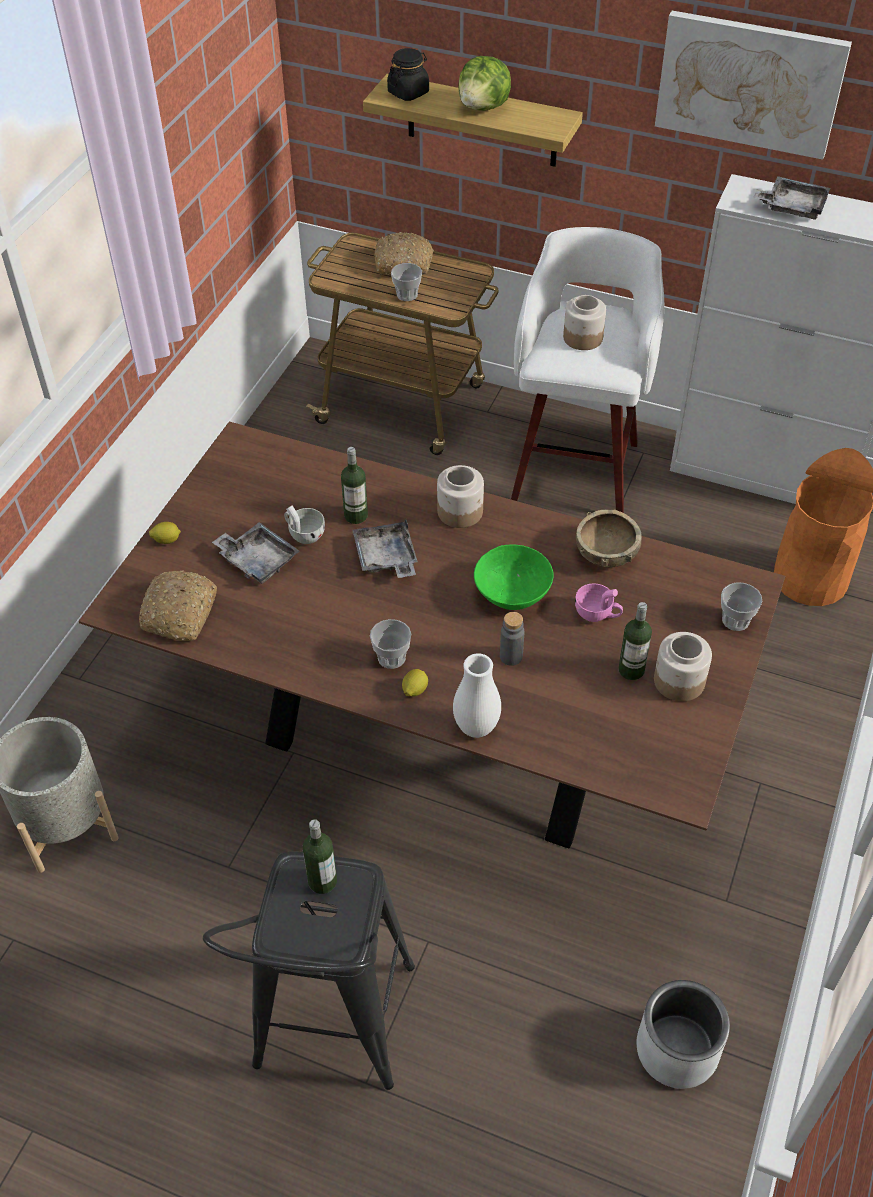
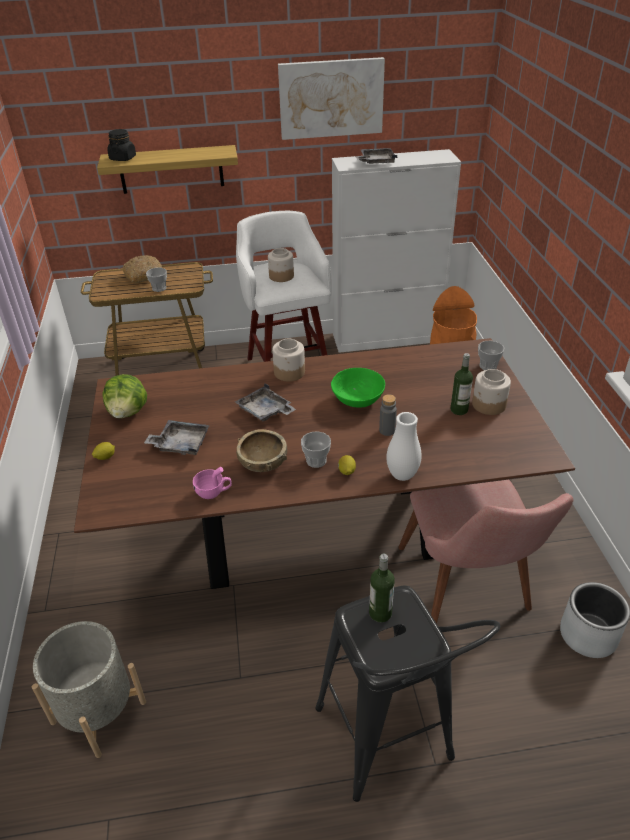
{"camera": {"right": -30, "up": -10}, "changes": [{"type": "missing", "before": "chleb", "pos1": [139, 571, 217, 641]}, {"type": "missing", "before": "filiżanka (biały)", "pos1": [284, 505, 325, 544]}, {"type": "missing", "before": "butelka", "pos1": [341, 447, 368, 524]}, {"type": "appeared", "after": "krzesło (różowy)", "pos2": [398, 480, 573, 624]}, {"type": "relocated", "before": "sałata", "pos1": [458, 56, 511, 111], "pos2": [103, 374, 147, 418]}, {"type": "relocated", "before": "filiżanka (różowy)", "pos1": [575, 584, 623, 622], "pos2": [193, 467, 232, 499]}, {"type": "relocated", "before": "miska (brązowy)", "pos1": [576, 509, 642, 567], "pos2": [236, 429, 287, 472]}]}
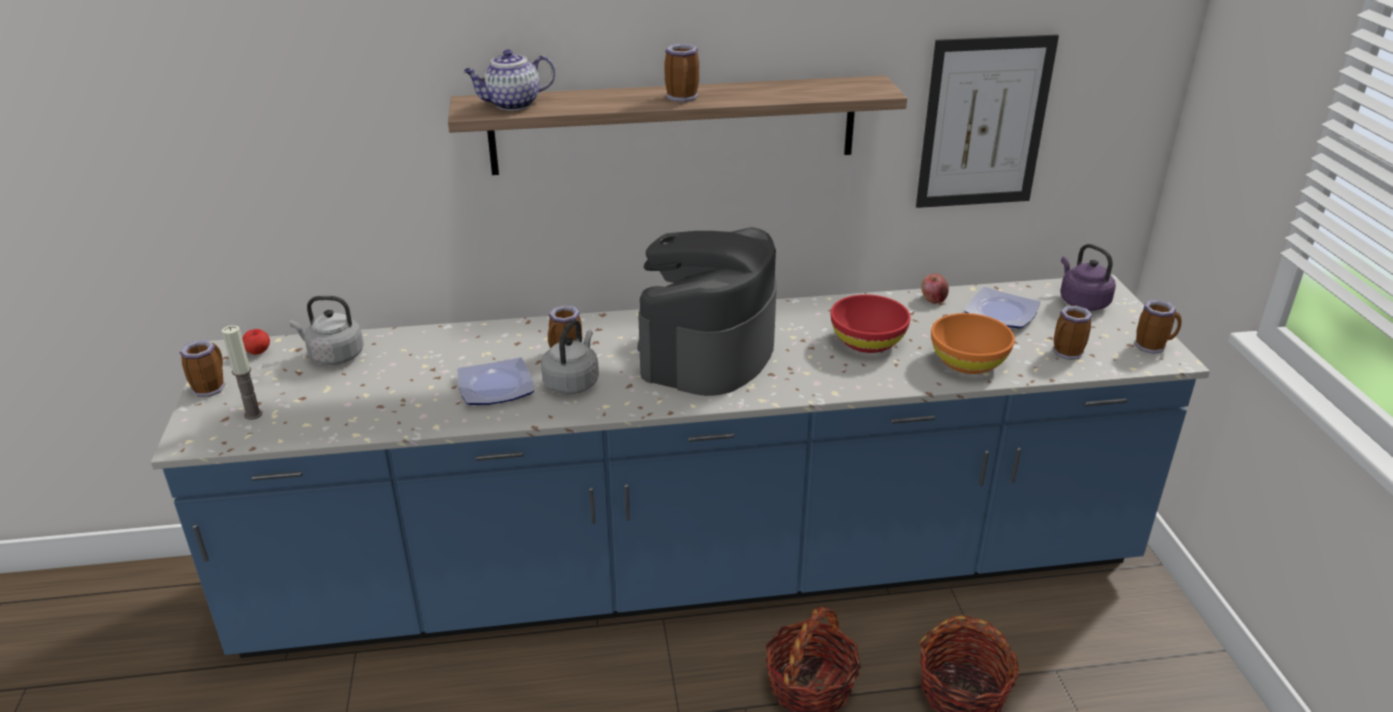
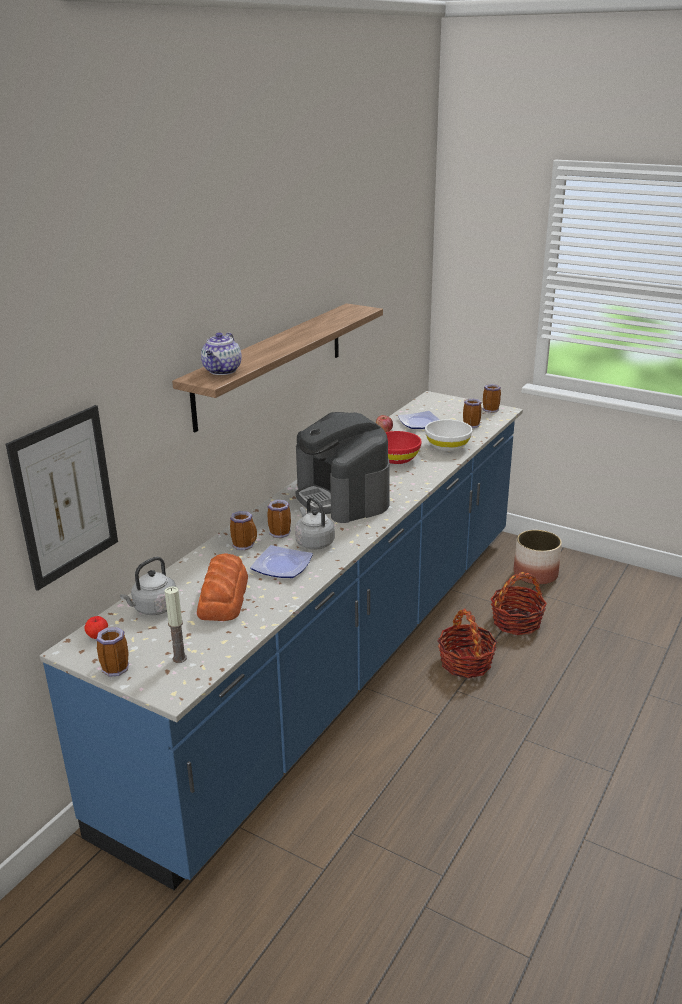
{"camera": {"right": -50, "up": -5}, "changes": [{"type": "missing", "before": "czajnik (fioletowy)", "pos1": [1060, 244, 1116, 311]}, {"type": "appeared", "after": "chleb", "pos2": [197, 553, 248, 621]}, {"type": "appeared", "after": "donica", "pos2": [514, 530, 562, 585]}, {"type": "relocated", "before": "kubek", "pos1": [664, 44, 699, 102], "pos2": [230, 511, 257, 550]}, {"type": "relocated", "before": "obraz", "pos1": [916, 35, 1059, 208], "pos2": [6, 405, 118, 591]}, {"type": "colour", "before": "miska (pomarańczowy)", "after": "miska (biały)", "pos1": [931, 313, 1015, 374], "pos2": [425, 420, 472, 451]}]}
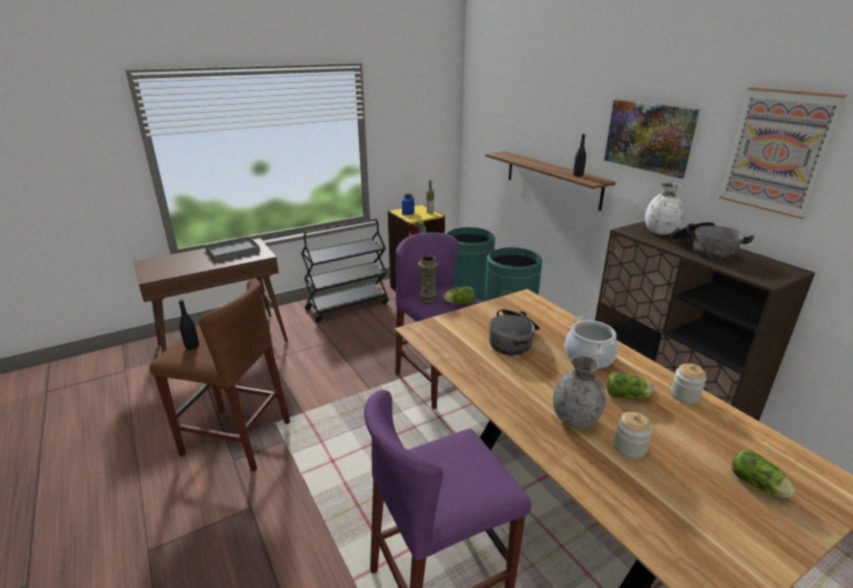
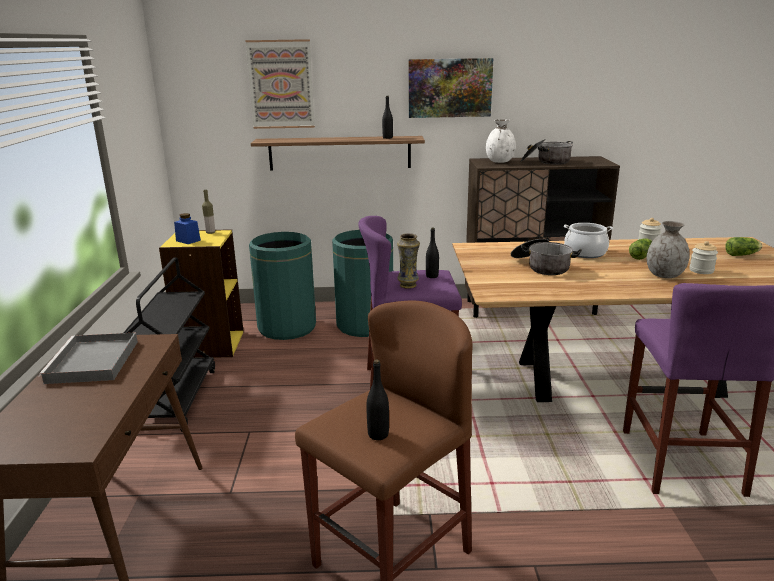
{"camera": {"right": -60, "up": -5}, "changes": [{"type": "relocated", "before": "obraz", "pos1": [719, 87, 847, 219], "pos2": [245, 39, 315, 129]}, {"type": "exchanged", "before": "sałata", "after": "butelka (czarny)", "pos1": [444, 286, 475, 304], "pos2": [426, 228, 439, 278]}]}
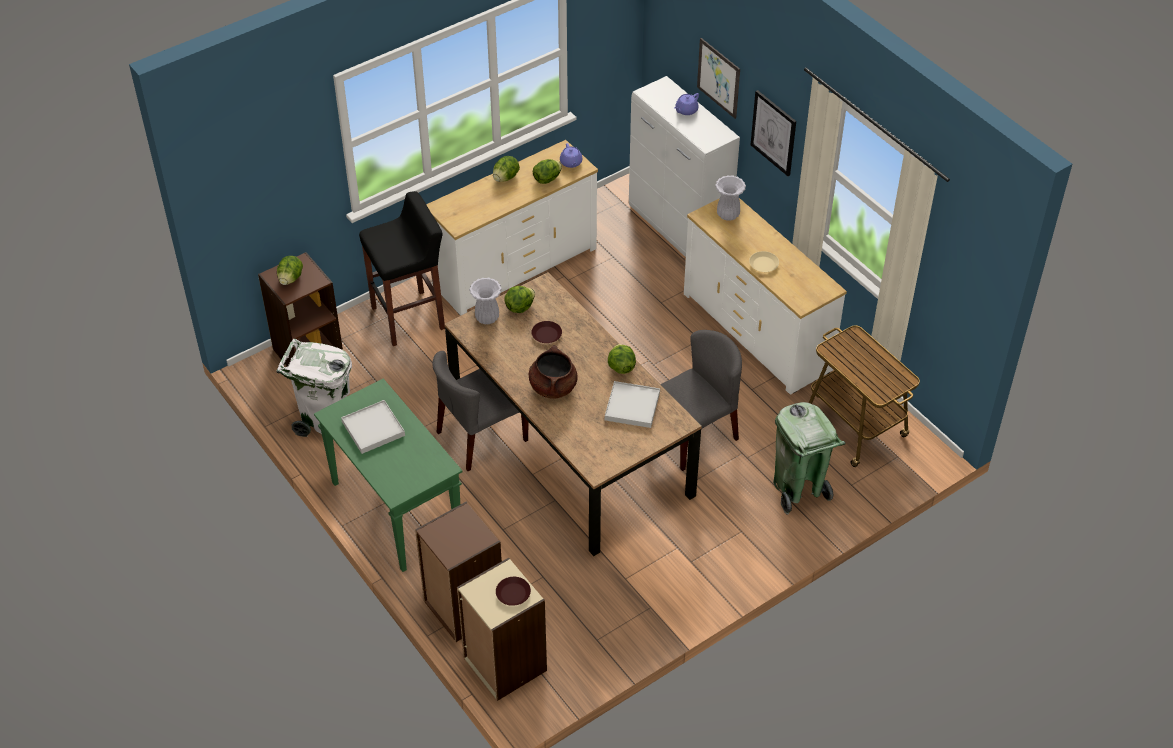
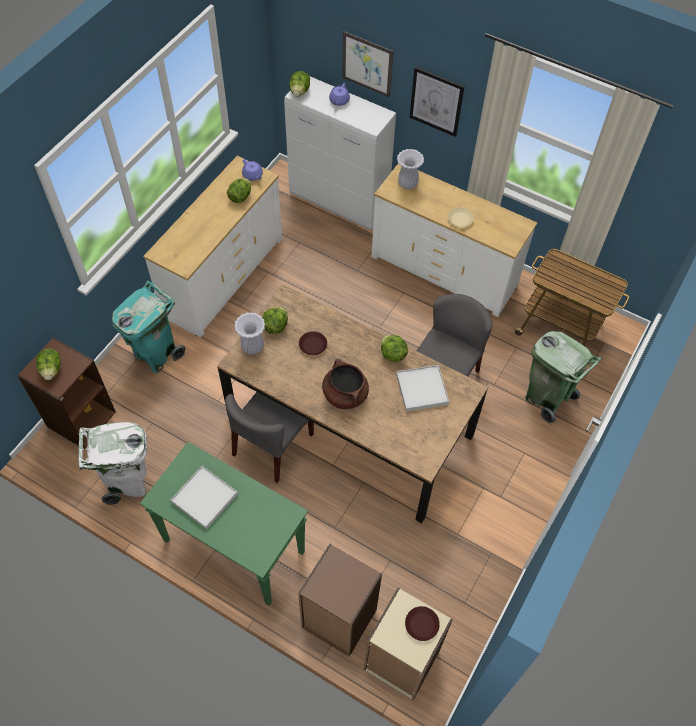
{"camera": {"right": -25, "up": 10}, "changes": [{"type": "relocated", "before": "sałata", "pos1": [493, 156, 520, 182], "pos2": [289, 71, 310, 96]}, {"type": "exchanged", "before": "stołek (czarny)", "after": "kosz na śmieci (turkusowy)", "pos1": [359, 191, 445, 346], "pos2": [112, 280, 185, 373]}]}
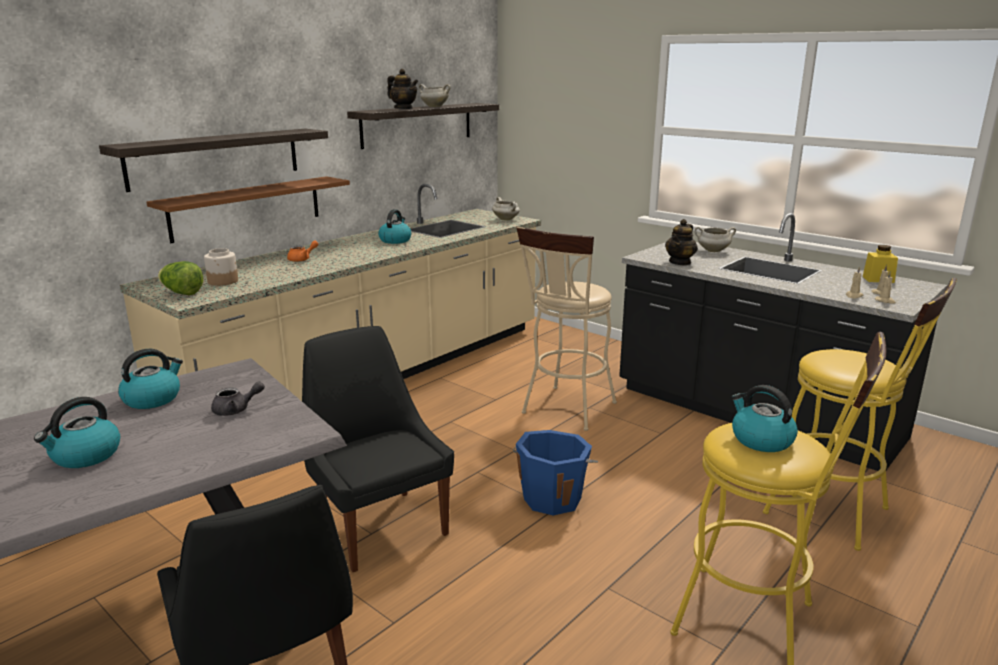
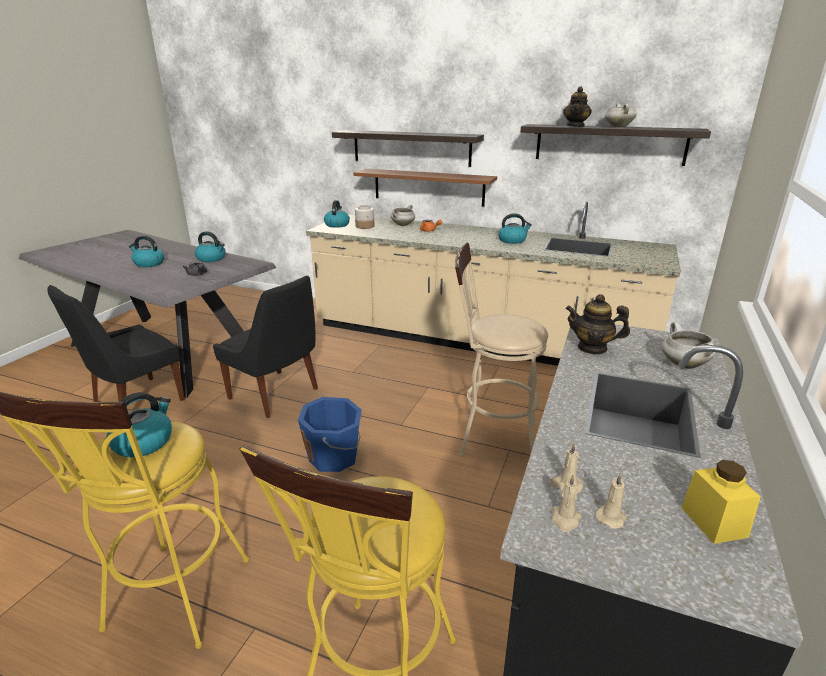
{"camera": {"right": 70, "up": 5}, "changes": [{"type": "relocated", "before": "garnek (biały)", "pos1": [492, 197, 520, 221], "pos2": [391, 205, 415, 226]}, {"type": "exchanged", "before": "sałata", "after": "czajnik", "pos1": [158, 261, 203, 295], "pos2": [324, 200, 350, 228]}, {"type": "spun", "before": "krzesło (czarny)", "pos1": [302, 326, 454, 572], "pos2": [213, 275, 318, 418], "turn": 90}]}
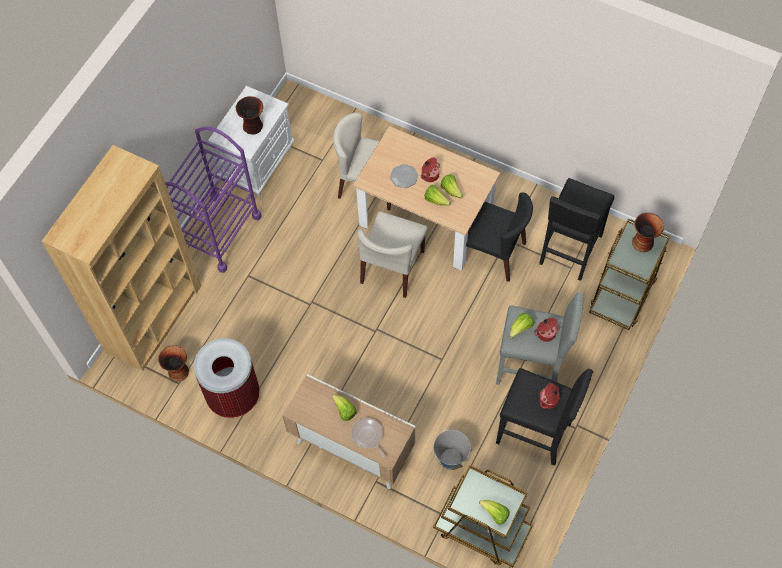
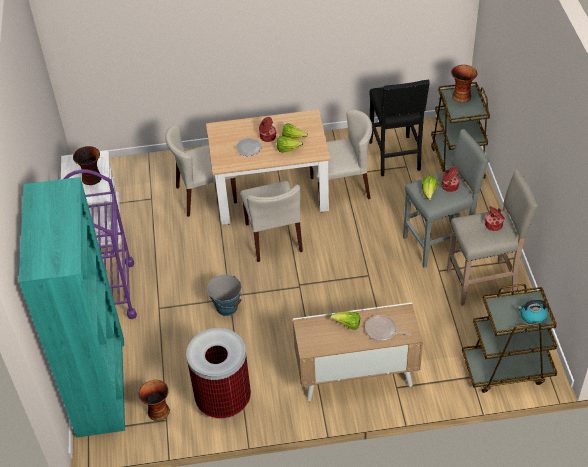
{"camera": {"right": -35, "up": -15}, "changes": [{"type": "relocated", "before": "wiadro", "pos1": [433, 430, 472, 470], "pos2": [207, 275, 243, 316]}, {"type": "exchanged", "before": "sałata", "after": "czajnik", "pos1": [479, 500, 510, 525], "pos2": [518, 300, 548, 324]}, {"type": "colour", "before": "regał (brązowy)", "after": "regał (turkusowy)", "pos1": [42, 145, 201, 371], "pos2": [19, 177, 125, 438]}, {"type": "colour", "before": "krzesło (czarny)", "after": "krzesło (beżowy)", "pos1": [466, 192, 533, 282], "pos2": [309, 109, 372, 206]}, {"type": "colour", "before": "stołek (czarny)", "after": "stołek (beżowy)", "pos1": [496, 368, 593, 466], "pos2": [447, 170, 538, 306]}]}
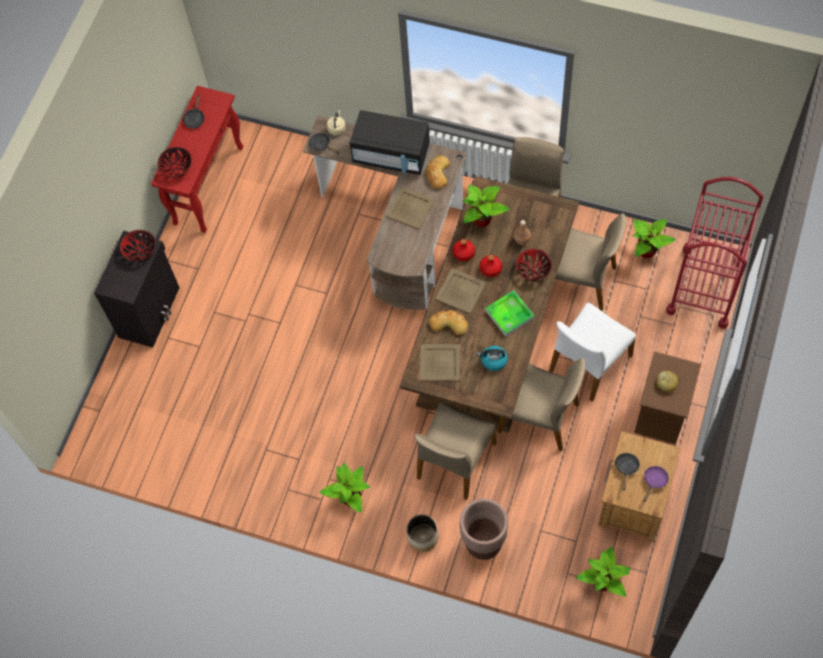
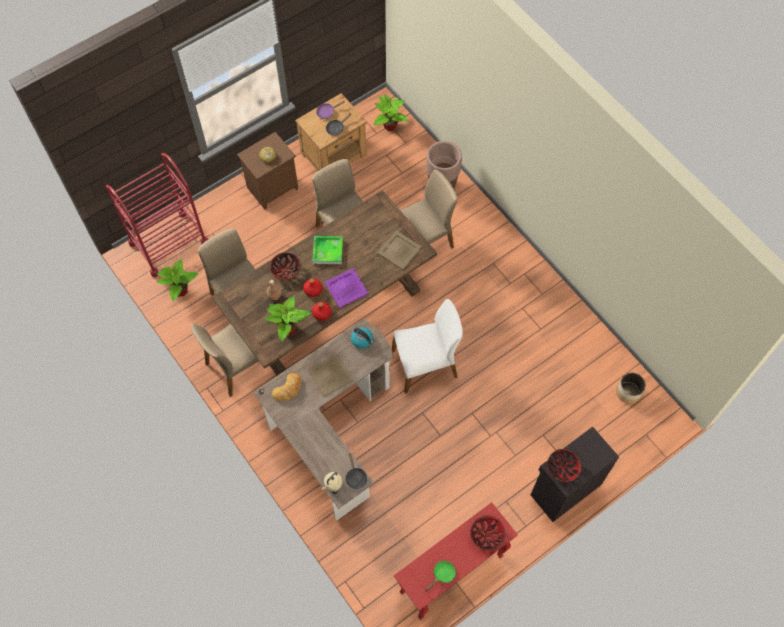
{"camera": {"right": -150, "up": 0}, "changes": [{"type": "missing", "before": "roślina doniczkowa", "pos1": [320, 463, 370, 513]}, {"type": "missing", "before": "mikrofalówka (czarny)", "pos1": [350, 110, 430, 175]}, {"type": "missing", "before": "chleb", "pos1": [429, 310, 468, 335]}, {"type": "relocated", "before": "donica", "pos1": [406, 514, 438, 552], "pos2": [616, 373, 646, 404]}, {"type": "relocated", "before": "czajnik", "pos1": [477, 346, 508, 371], "pos2": [351, 327, 374, 349]}, {"type": "relocated", "before": "krzesło (biały)", "pos1": [549, 302, 636, 401], "pos2": [392, 299, 463, 394]}, {"type": "colour", "before": "patelnia (czarny)", "after": "patelnia (zielony)", "pos1": [183, 95, 204, 129], "pos2": [425, 561, 456, 591]}, {"type": "colour", "before": "taca (beżowy)", "after": "taca (fioletowy)", "pos1": [435, 268, 487, 314], "pos2": [325, 268, 369, 308]}]}
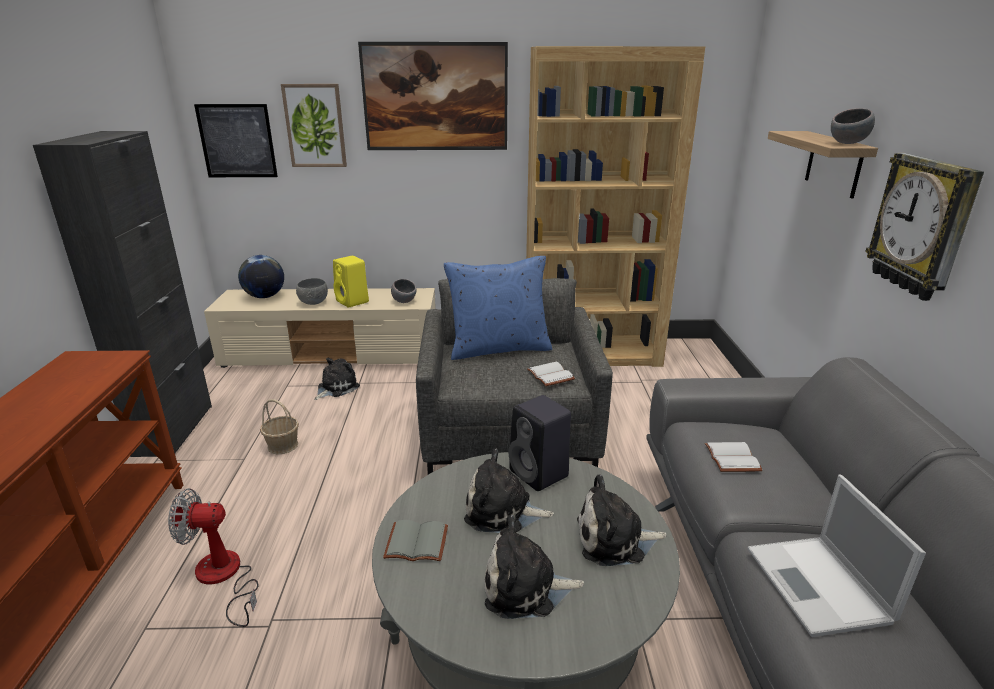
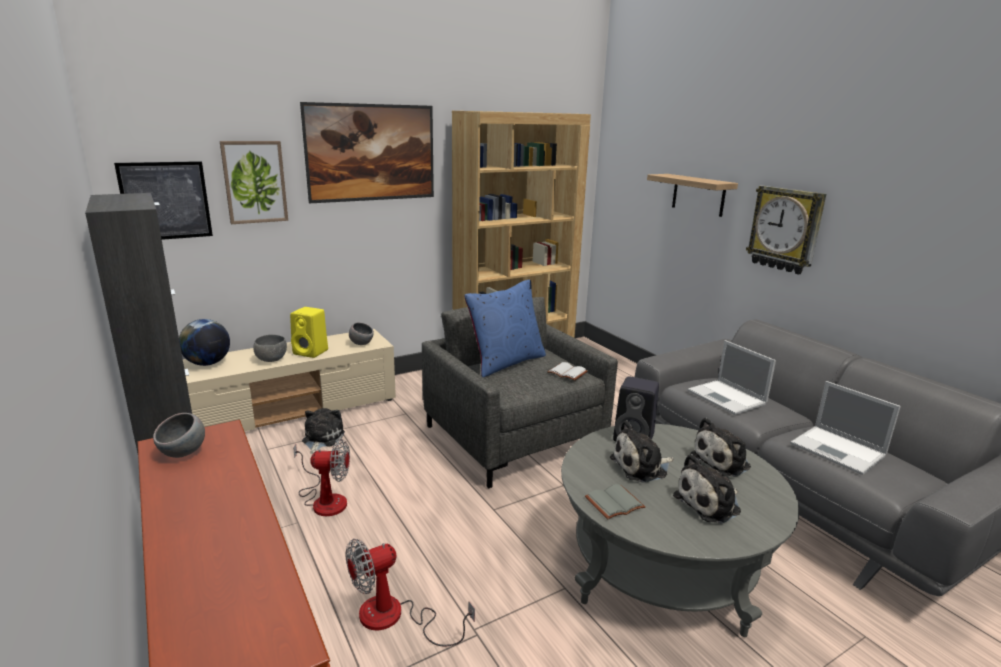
{"camera": {"right": -30, "up": -5}, "changes": [{"type": "relocated", "before": "miska (szary)", "pos1": [831, 108, 875, 144], "pos2": [153, 413, 205, 458]}, {"type": "exchanged", "before": "koszyk", "after": "wentylator", "pos1": [260, 399, 299, 454], "pos2": [293, 439, 350, 516]}, {"type": "exchanged", "before": "książka (biały)", "after": "laptop", "pos1": [705, 442, 763, 472], "pos2": [688, 340, 776, 415]}]}
